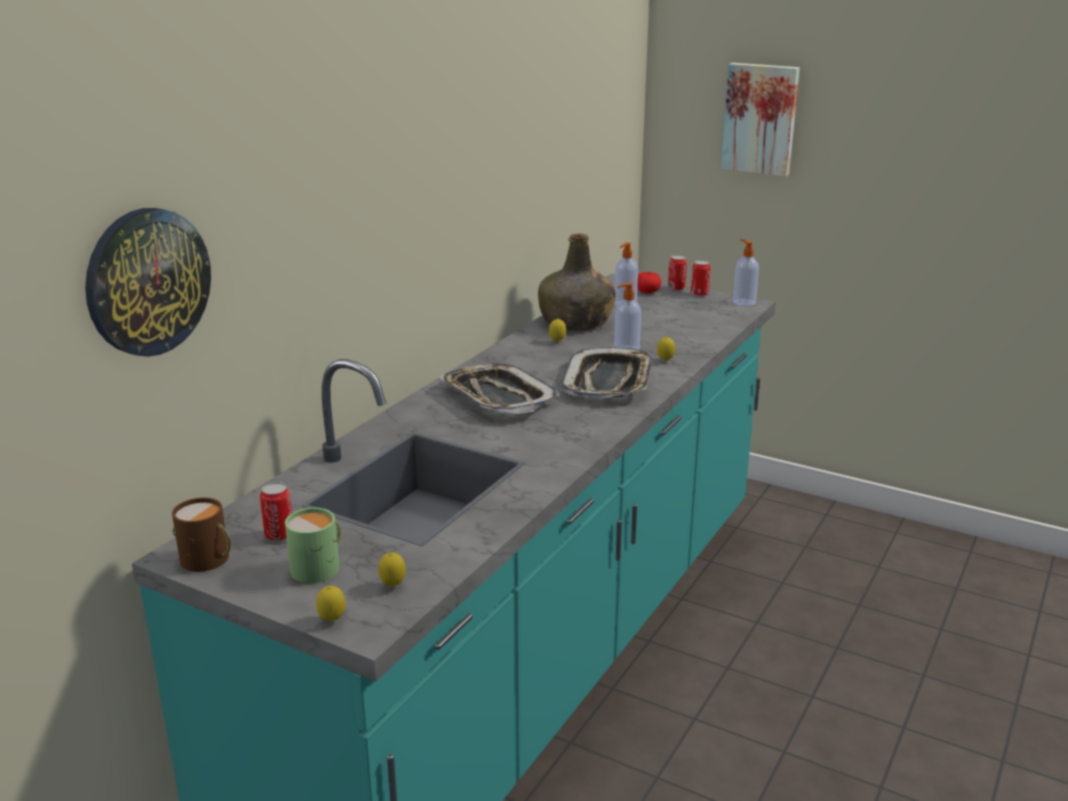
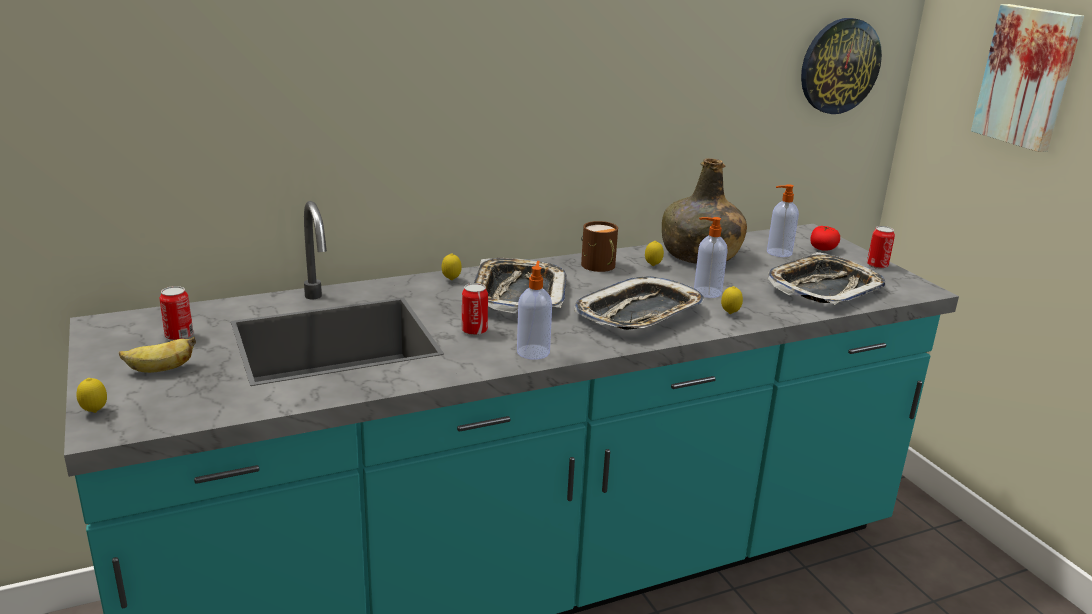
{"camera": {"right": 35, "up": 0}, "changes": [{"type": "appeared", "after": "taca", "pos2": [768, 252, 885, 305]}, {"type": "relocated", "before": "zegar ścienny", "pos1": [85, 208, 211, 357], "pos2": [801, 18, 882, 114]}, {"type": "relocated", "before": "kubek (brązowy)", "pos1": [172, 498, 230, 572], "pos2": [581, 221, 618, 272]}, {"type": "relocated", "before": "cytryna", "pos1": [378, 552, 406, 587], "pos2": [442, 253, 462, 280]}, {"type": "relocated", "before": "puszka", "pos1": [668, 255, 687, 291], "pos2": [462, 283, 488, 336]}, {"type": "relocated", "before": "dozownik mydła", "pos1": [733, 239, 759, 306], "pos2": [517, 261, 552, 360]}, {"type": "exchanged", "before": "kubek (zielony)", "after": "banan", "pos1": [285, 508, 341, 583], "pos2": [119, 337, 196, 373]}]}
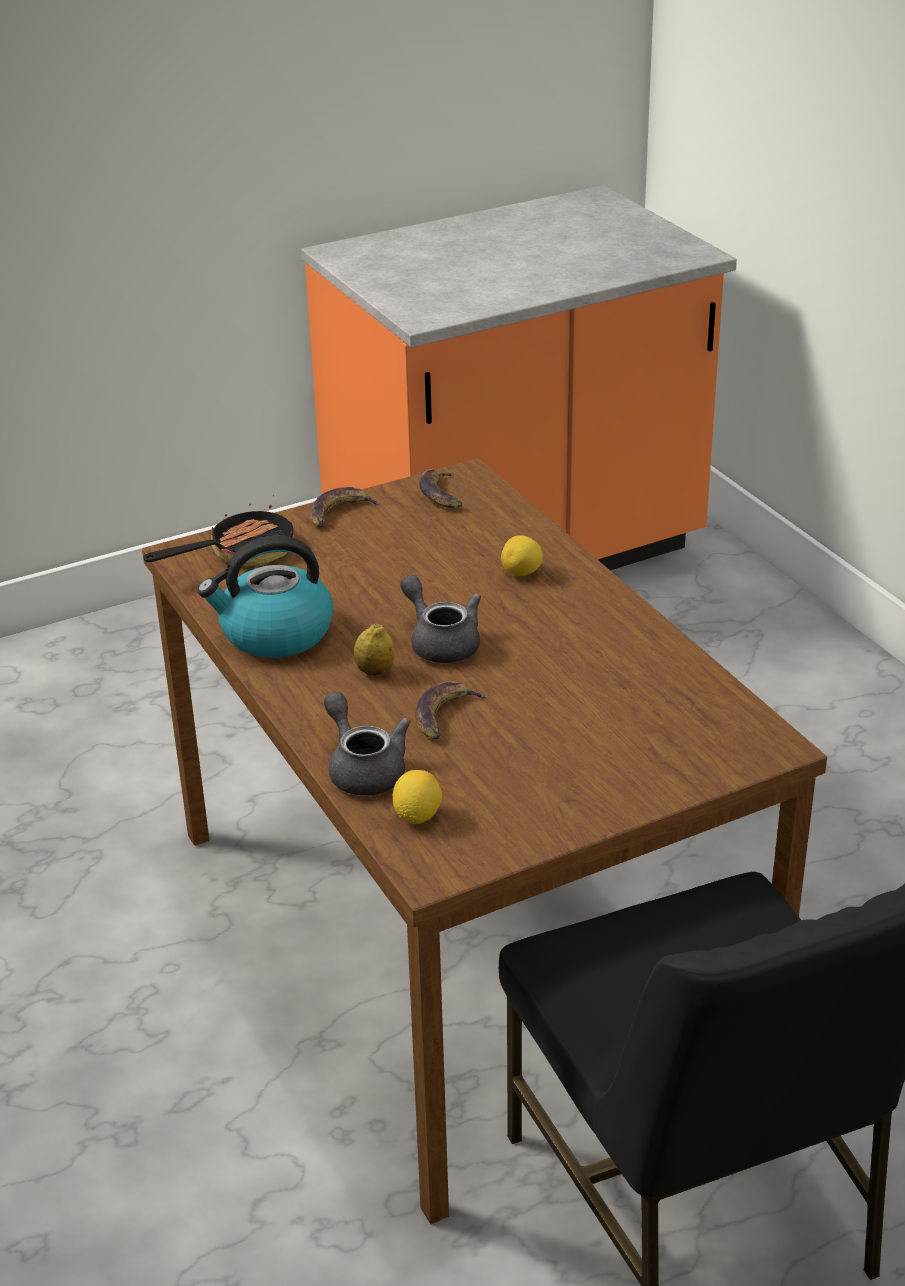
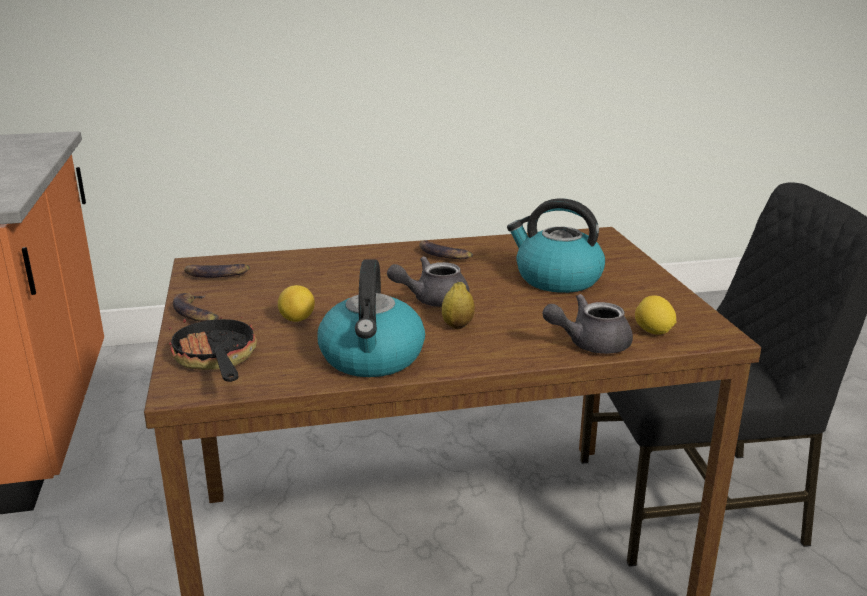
{"camera": {"right": -75, "up": -10}, "changes": [{"type": "appeared", "after": "czajnik", "pos2": [507, 198, 605, 293]}, {"type": "relocated", "before": "banan", "pos1": [415, 681, 488, 740], "pos2": [419, 240, 473, 259]}, {"type": "relocated", "before": "cytryna", "pos1": [501, 535, 543, 576], "pos2": [278, 285, 315, 322]}]}
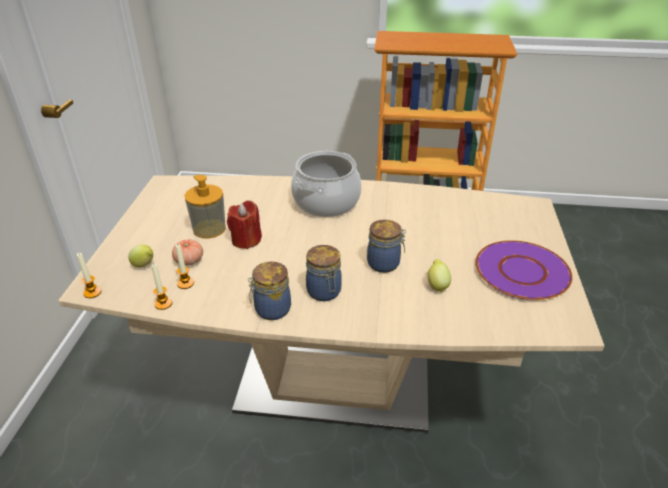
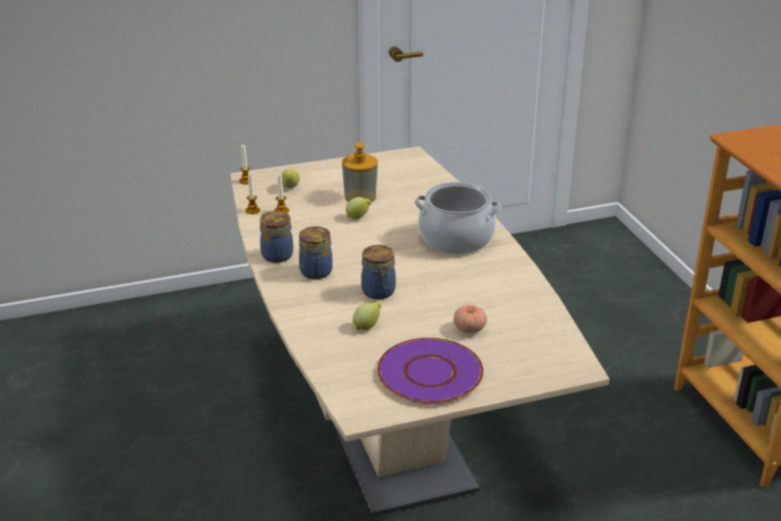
{"camera": {"right": 65, "up": -5}, "changes": [{"type": "relocated", "before": "pomidor", "pos1": [172, 239, 203, 266], "pos2": [454, 305, 487, 333]}, {"type": "exchanged", "before": "świeca (czerwony)", "after": "cytryna", "pos1": [227, 200, 262, 249], "pos2": [346, 197, 371, 219]}]}
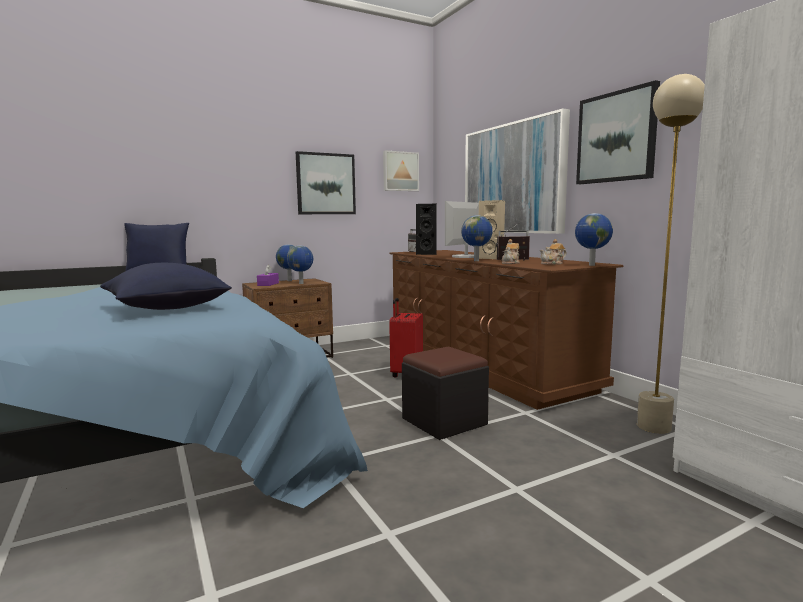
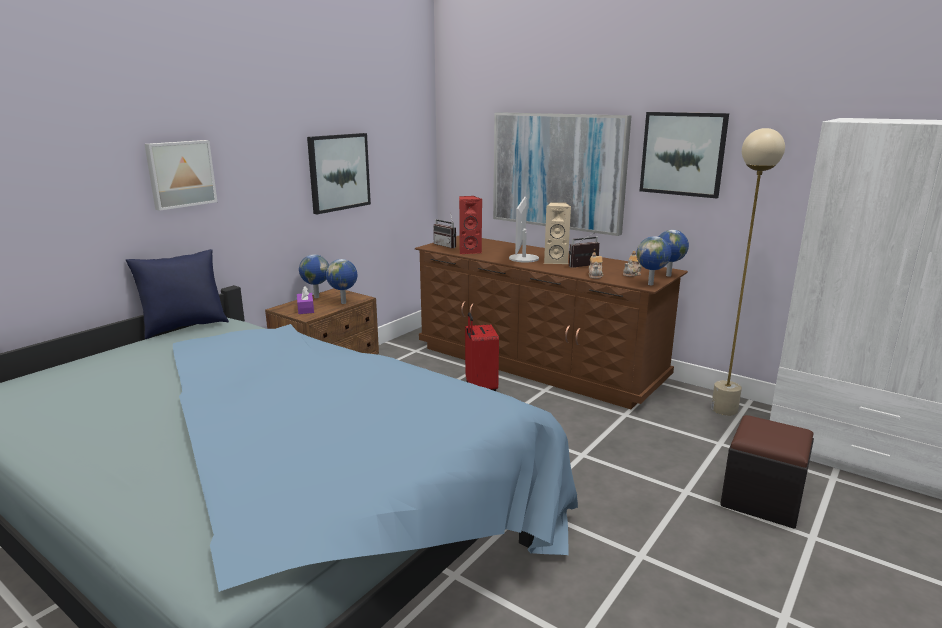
{"camera": {"right": -25, "up": 10}, "changes": [{"type": "missing", "before": "poduszka (niebieski)", "pos1": [100, 263, 232, 310]}, {"type": "relocated", "before": "obraz", "pos1": [383, 150, 419, 191], "pos2": [145, 140, 217, 211]}, {"type": "relocated", "before": "pufa (czarny)", "pos1": [402, 347, 489, 440], "pos2": [720, 415, 814, 529]}, {"type": "relocated", "before": "globus", "pos1": [461, 215, 493, 261], "pos2": [636, 236, 671, 285]}, {"type": "colour", "before": "głośnik (czarny)", "after": "głośnik (czerwony)", "pos1": [416, 204, 437, 255], "pos2": [459, 196, 482, 254]}]}
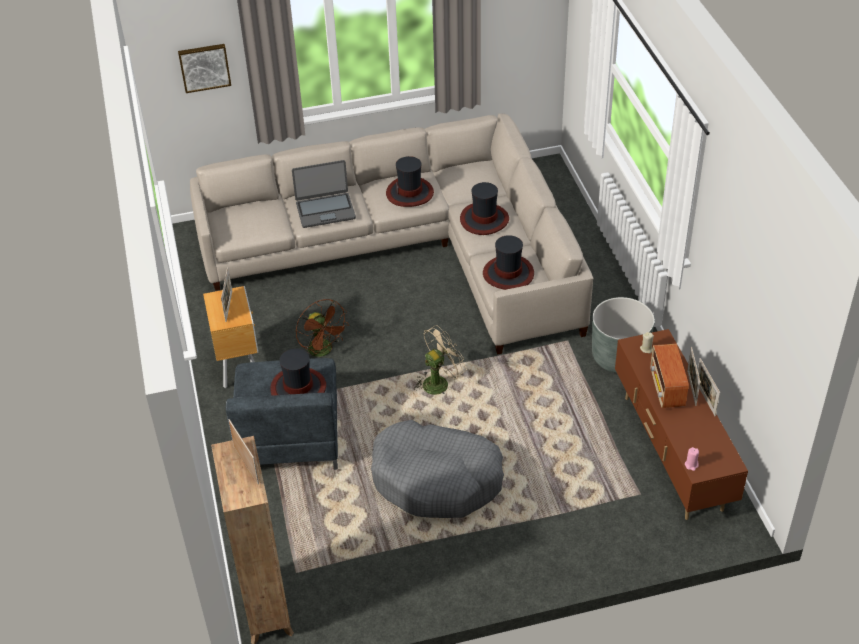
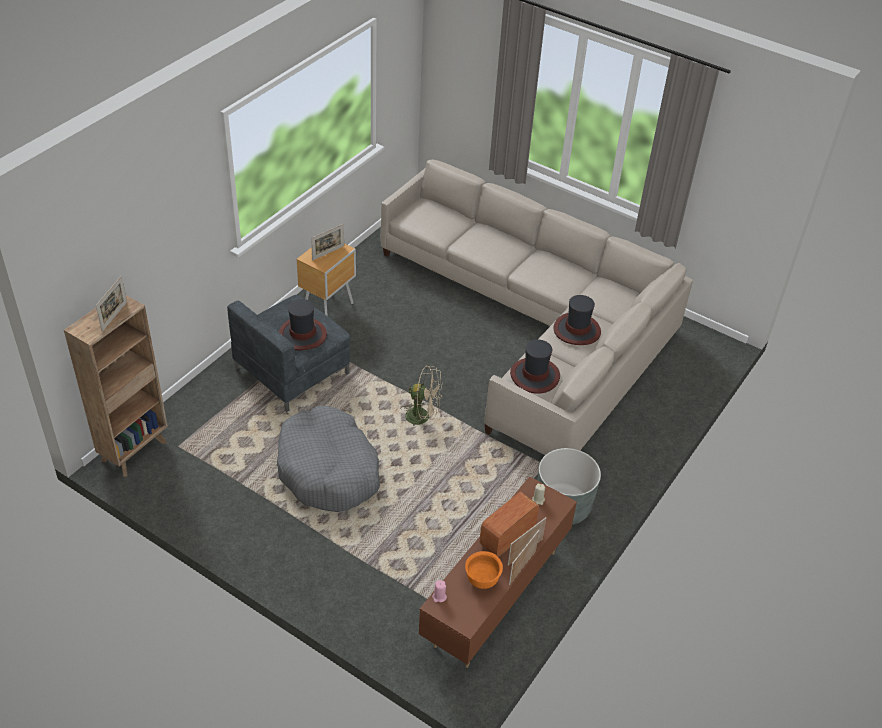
{"camera": {"right": 45, "up": 0}, "changes": [{"type": "missing", "before": "obraz", "pos1": [178, 44, 231, 93]}, {"type": "missing", "before": "laptop", "pos1": [292, 160, 356, 228]}, {"type": "missing", "before": "wentylator (brązowy)", "pos1": [296, 299, 349, 357]}, {"type": "missing", "before": "kapelusz", "pos1": [386, 156, 434, 207]}, {"type": "appeared", "after": "miska (pomarańczowy)", "pos2": [465, 551, 503, 589]}]}
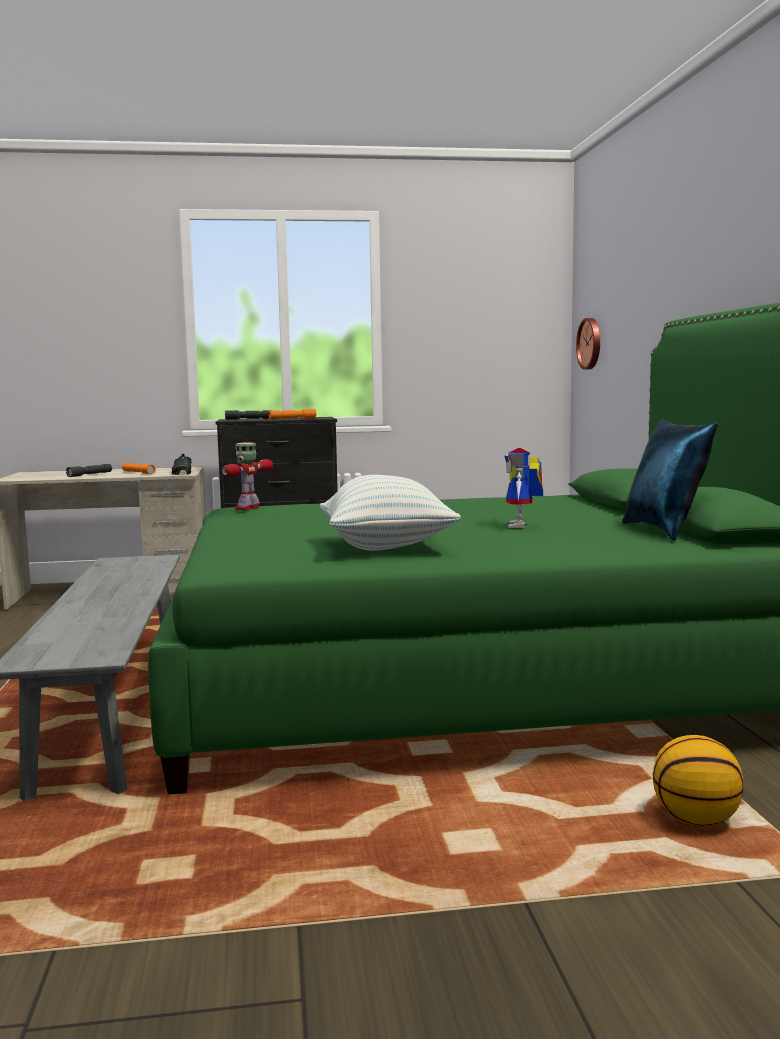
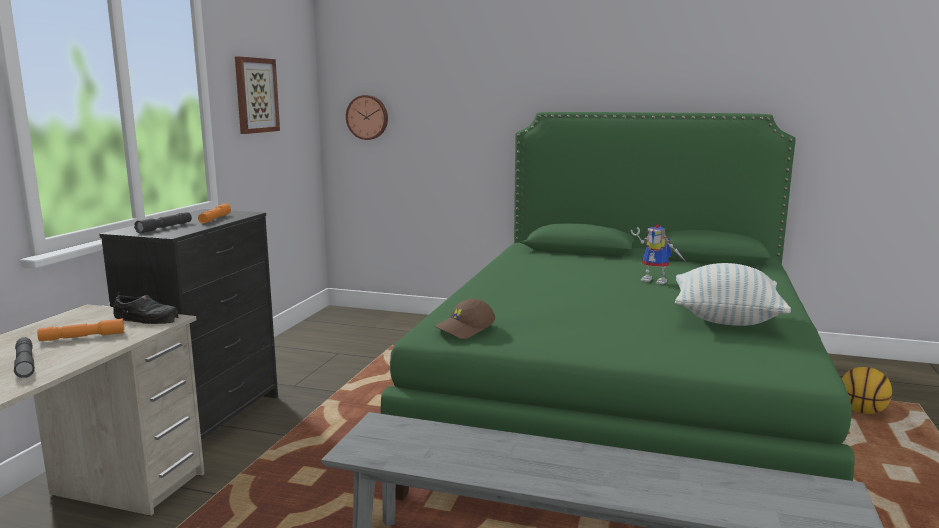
{"camera": {"right": -65, "up": 5}, "changes": [{"type": "missing", "before": "poduszka (niebieski)", "pos1": [622, 419, 718, 540]}, {"type": "appeared", "after": "obraz", "pos2": [235, 57, 280, 134]}, {"type": "exchanged", "before": "robot zabawkowy", "after": "czapka z daszkiem (brązowy)", "pos1": [222, 442, 273, 510], "pos2": [435, 299, 495, 339]}]}
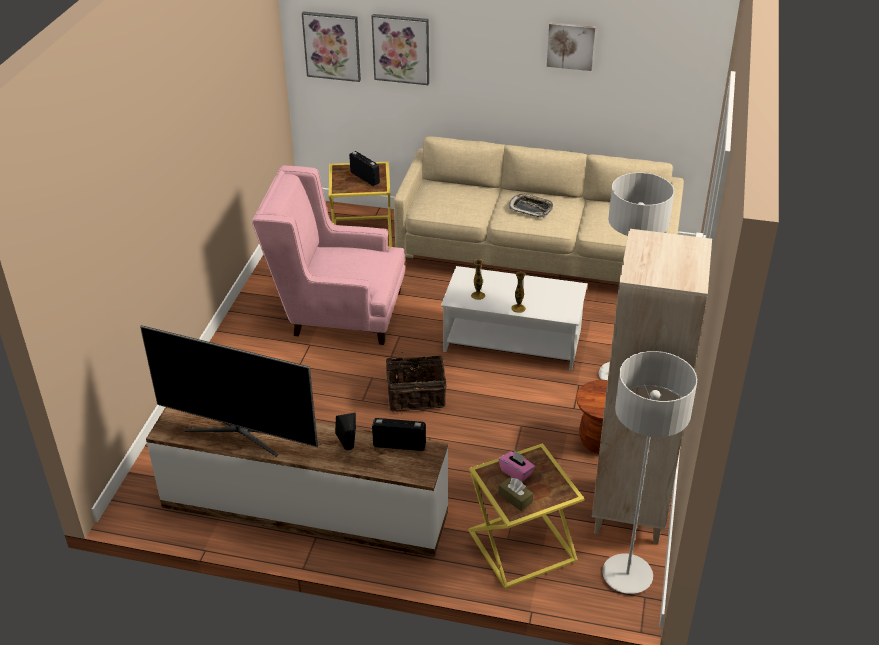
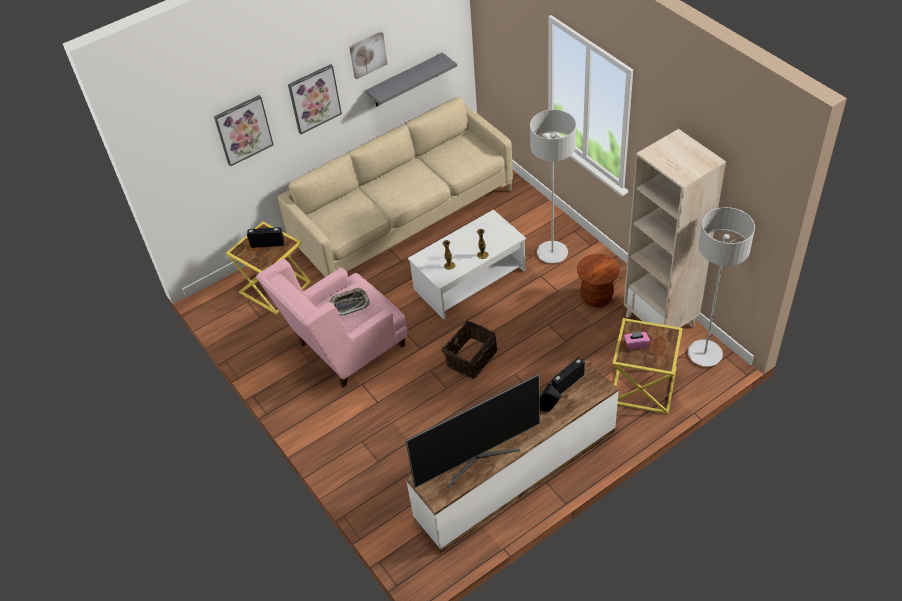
{"camera": {"right": -45, "up": 10}, "changes": [{"type": "missing", "before": "pudełko chusteczek (brązowy)", "pos1": [499, 477, 533, 511]}, {"type": "appeared", "after": "półka (szary)", "pos2": [365, 53, 457, 107]}, {"type": "relocated", "before": "obraz", "pos1": [302, 11, 361, 82], "pos2": [288, 64, 342, 134]}, {"type": "relocated", "before": "taca", "pos1": [509, 194, 553, 218], "pos2": [329, 287, 370, 316]}]}
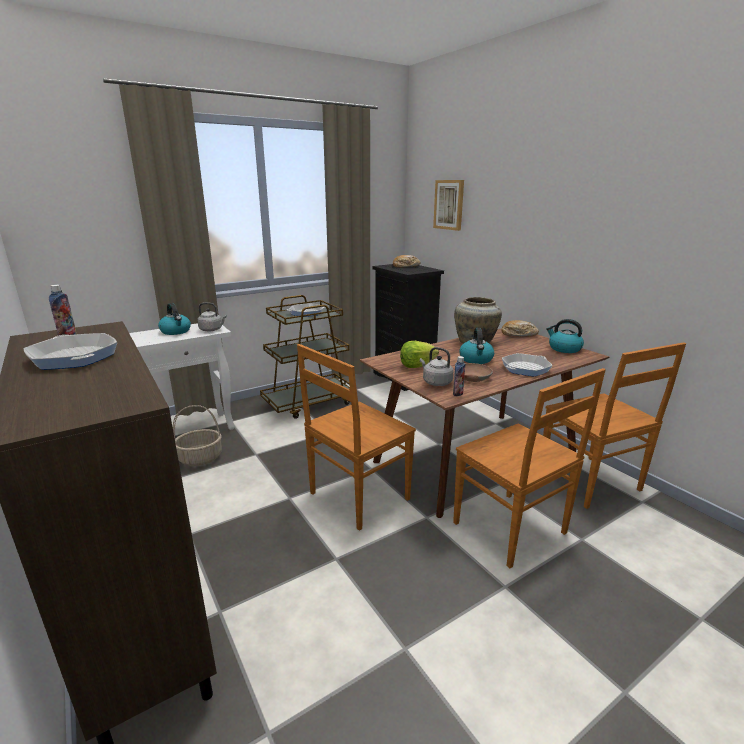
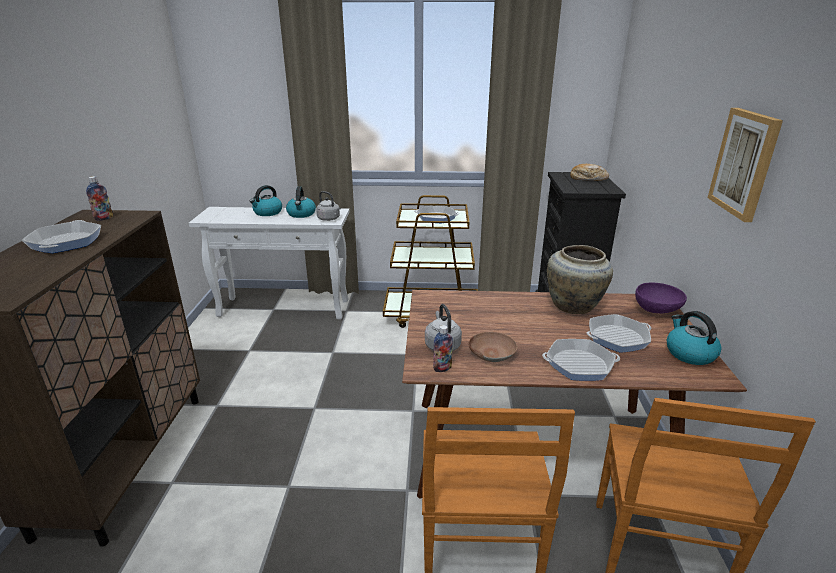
{"camera": {"right": 35, "up": 5}, "changes": [{"type": "missing", "before": "koszyk", "pos1": [173, 405, 222, 466]}, {"type": "missing", "before": "krzesło (brązowy)", "pos1": [297, 344, 416, 531]}, {"type": "missing", "before": "sałata", "pos1": [400, 341, 439, 368]}, {"type": "appeared", "after": "patelnia", "pos2": [587, 314, 652, 353]}, {"type": "relocated", "before": "obraz", "pos1": [433, 180, 464, 231], "pos2": [708, 108, 783, 222]}, {"type": "relocated", "before": "czajnik", "pos1": [459, 328, 494, 364], "pos2": [250, 185, 282, 216]}, {"type": "exchanged", "before": "chleb", "after": "miska (fioletowy)", "pos1": [502, 320, 539, 336], "pos2": [635, 283, 687, 313]}]}
